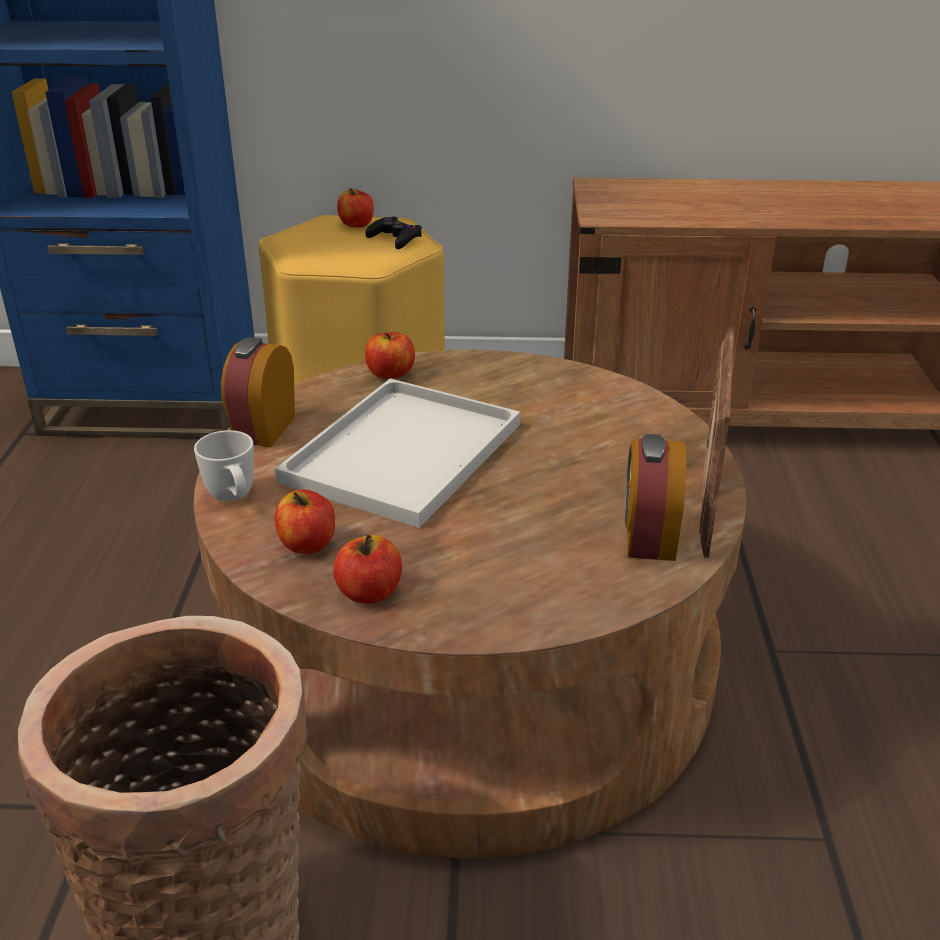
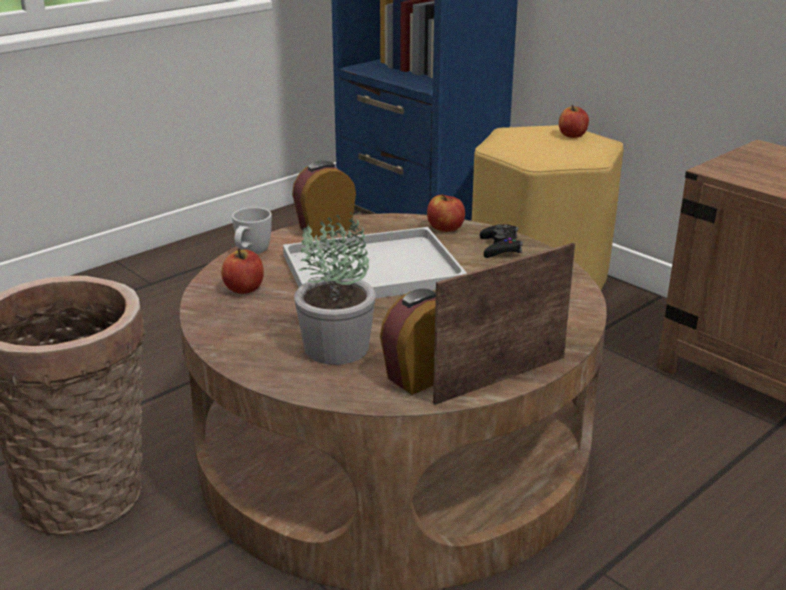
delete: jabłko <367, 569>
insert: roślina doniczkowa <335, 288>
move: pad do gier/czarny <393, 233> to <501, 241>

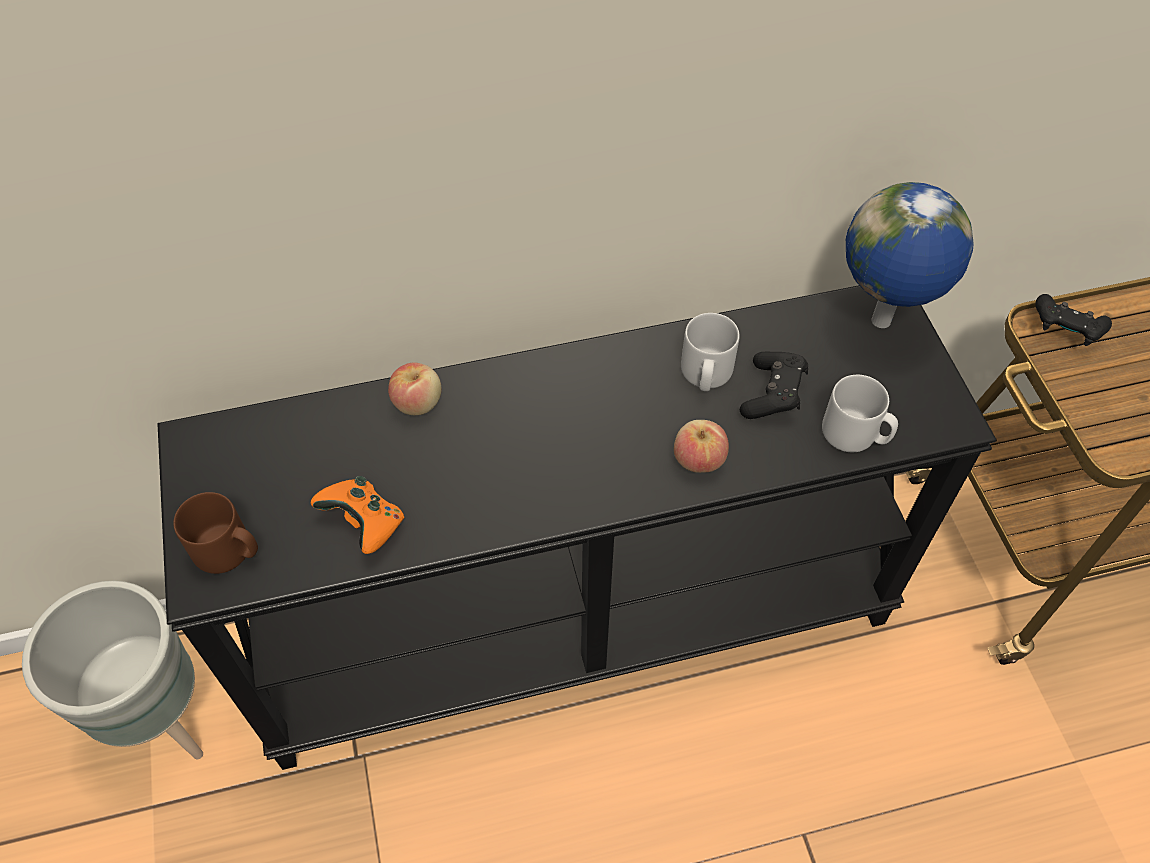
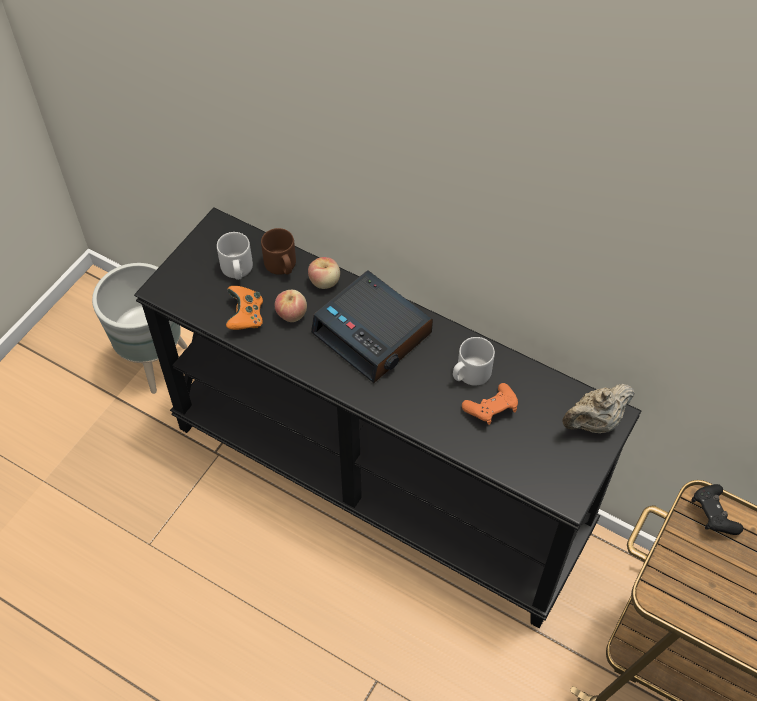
insert: budzik <372, 327>
move: kubek/brązowy <215, 533> to <278, 251>; jabłko <701, 446> to <291, 306>; kubek/szary <860, 413> to <235, 256>
replace: globus <910, 255> to imbryk/beżowy <598, 408>
recolor: pad do gier/czarny <774, 385> to pad do gier/pomarańczowy <490, 404>

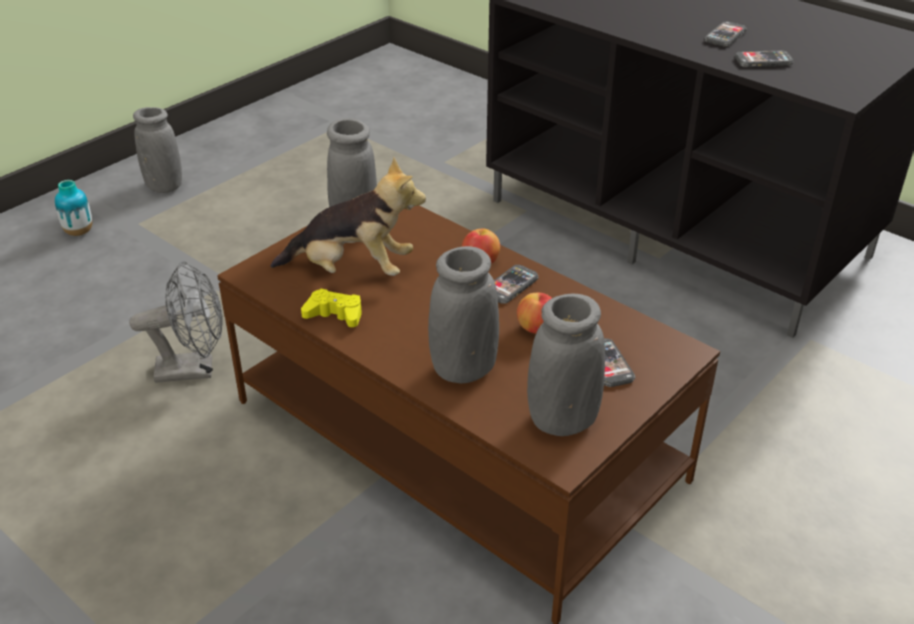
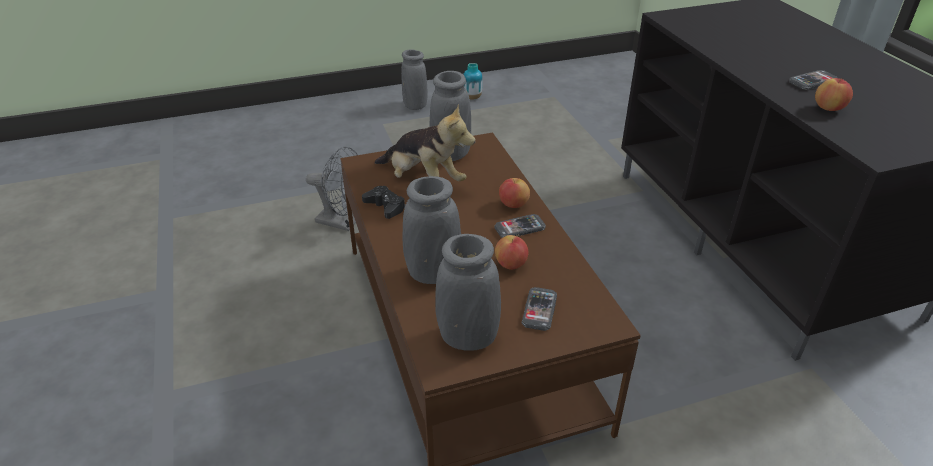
move: wazon <73, 208> to <473, 81>
replace: telefon <764, 58> to jabłko <834, 94>
recolor: pad do gier/żółty <331, 308> to pad do gier/czarny <383, 202>

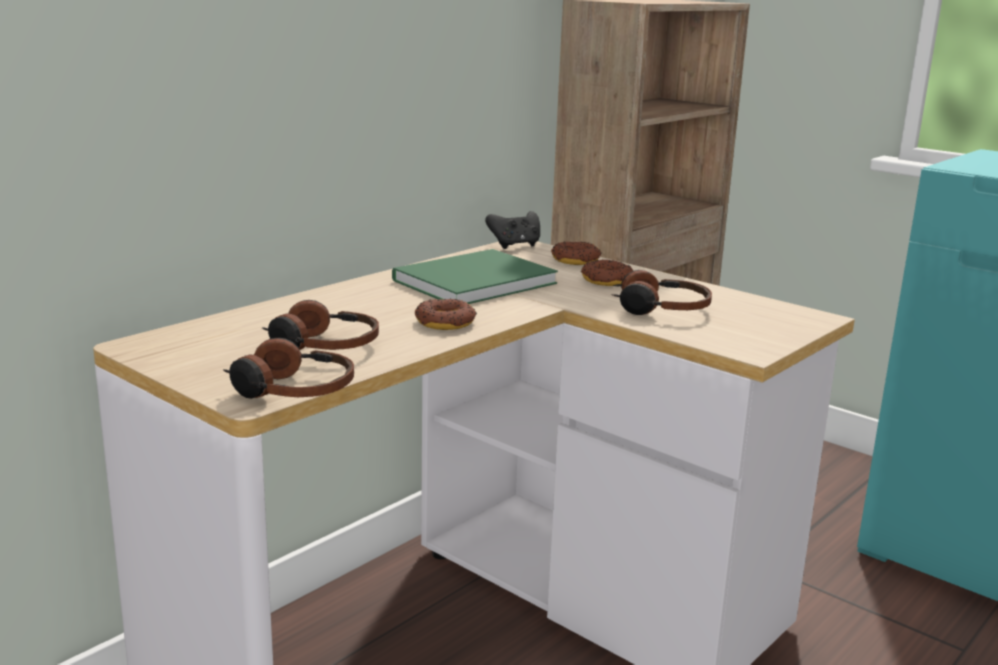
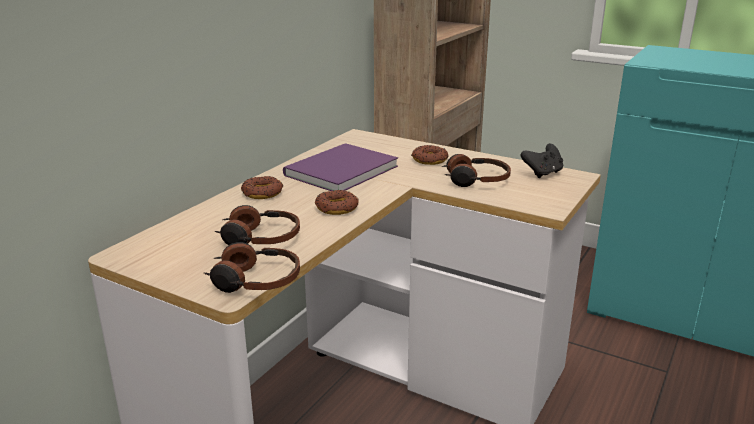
move: pad do gier/czarny <512, 230> to <542, 161>; donut <576, 253> to <262, 187>
recolor: książka/zielony <475, 276> to książka/fioletowy <340, 167>

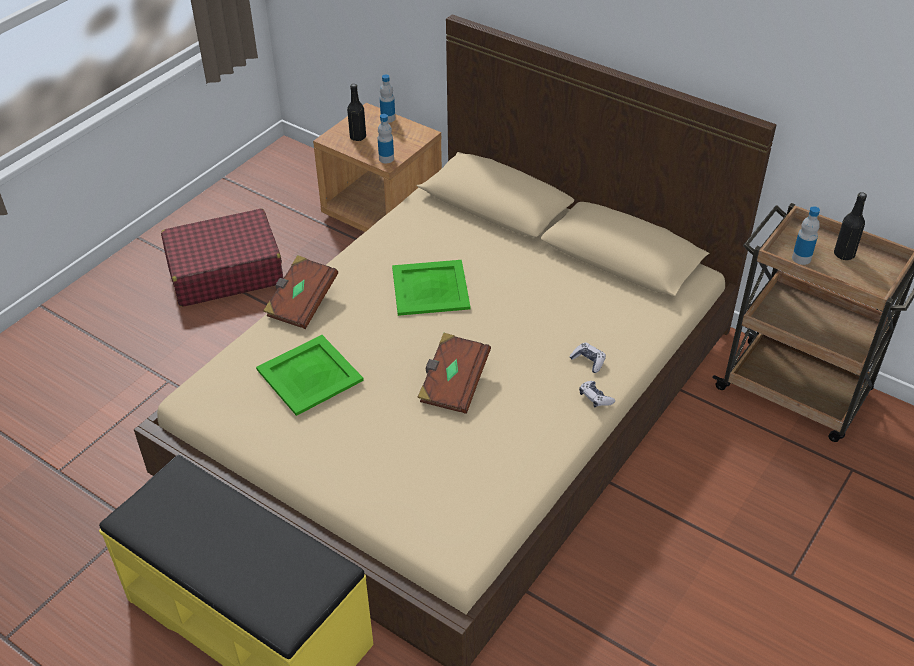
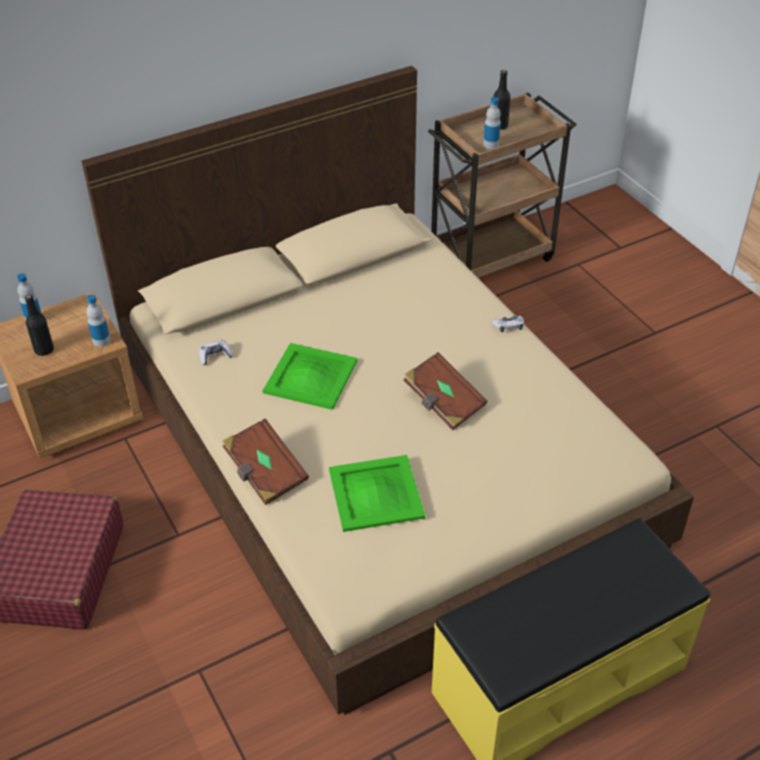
move: pad do gier <588, 357> to <216, 352>

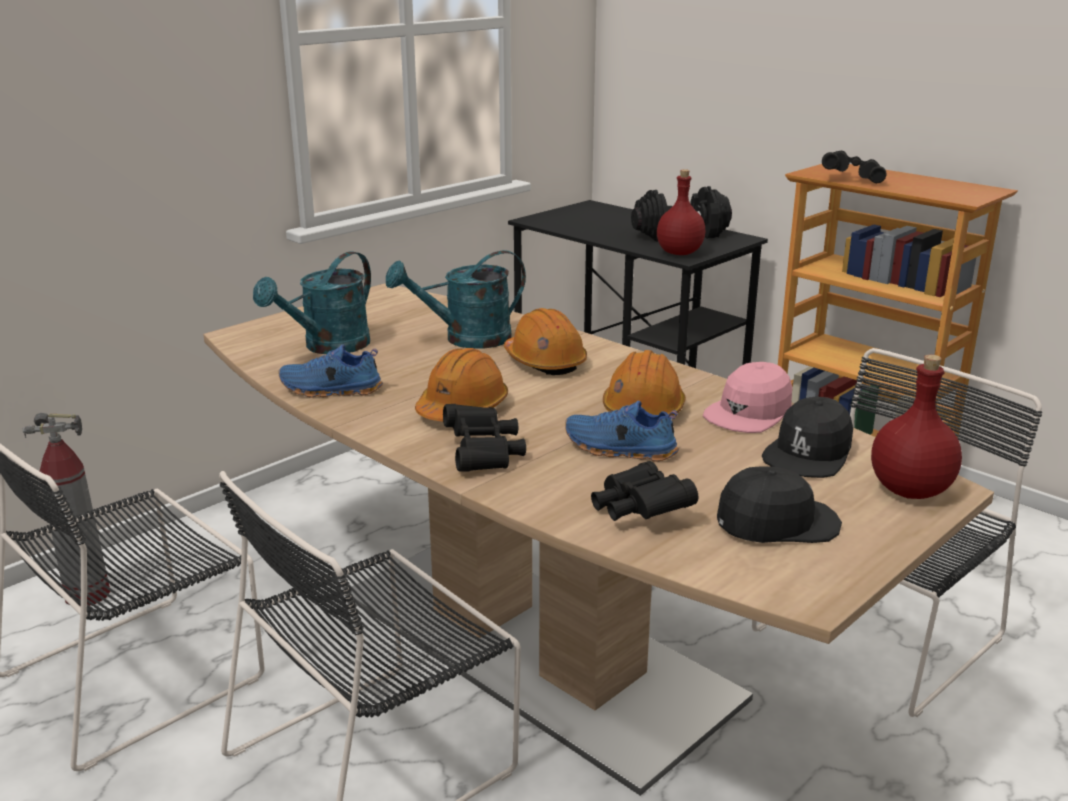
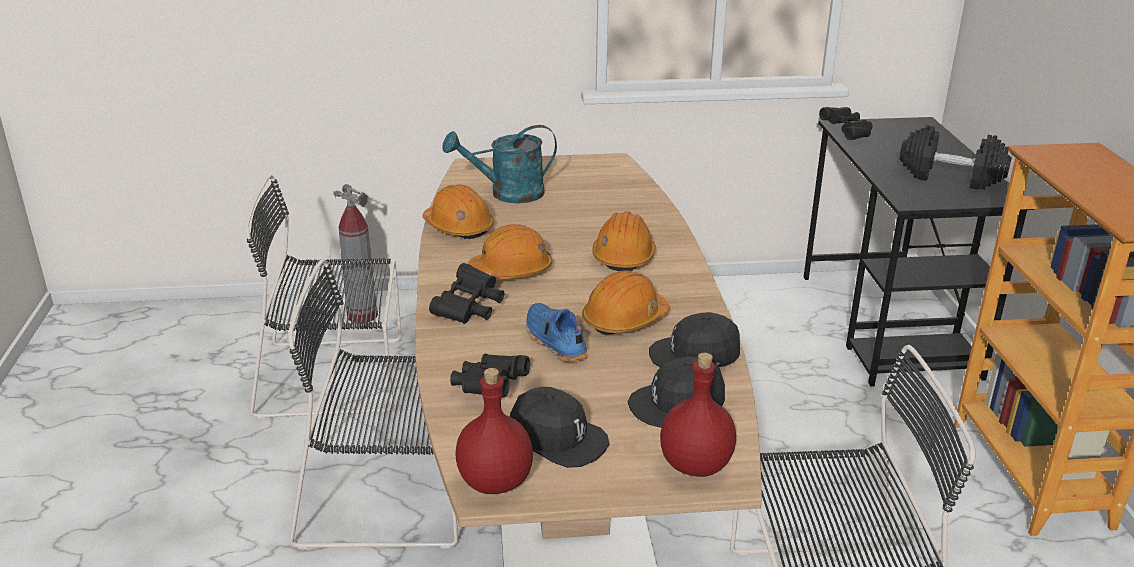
delete: konewka/turkusowy <456, 299>
move: butelka/czerwony <681, 212> to <494, 431>; lornetka/czarny <854, 167> to <846, 123>
replace: but/niebieski <331, 371> to kask/pomarańczowy <458, 211>
recolor: czapka z daszkiem/różowy <747, 397> to czapka z daszkiem/czarny <694, 340>

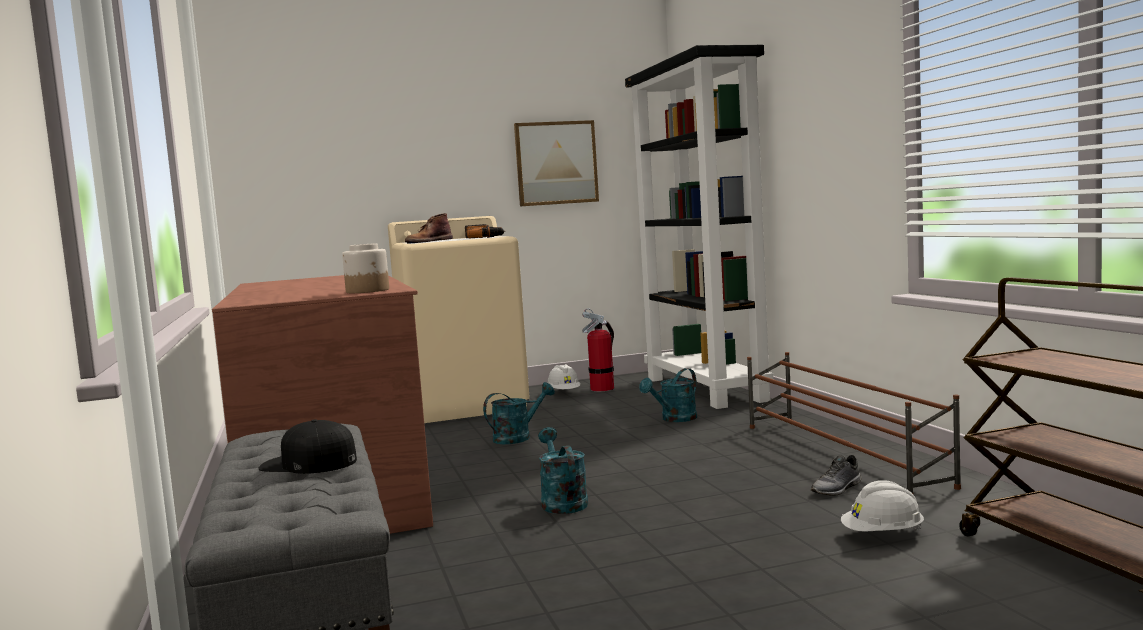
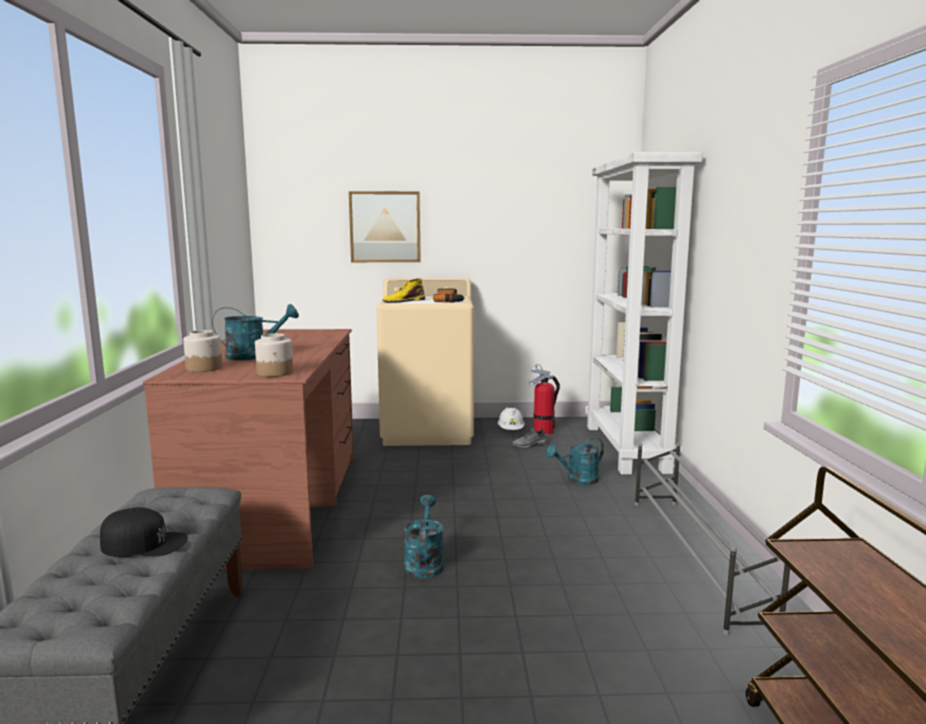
delete: kask/biały <882, 506>
insert: słoik <202, 351>
move: konewka/turkusowy <519, 413> to <255, 332>; obraz <556, 163> to <385, 226>; but/szary <836, 475> to <529, 438>
recolor: but z cholewką/brązowy <429, 228> to but z cholewką/żółty <404, 290>; regał/czarny <699, 227> to regał/biały <644, 313>; regał na buty/brązowy <854, 423> to regał na buty/szary <712, 539>
rotate: czapka z daszkiem/czarny <307, 446> = <144, 532> 150 degrees clockwise

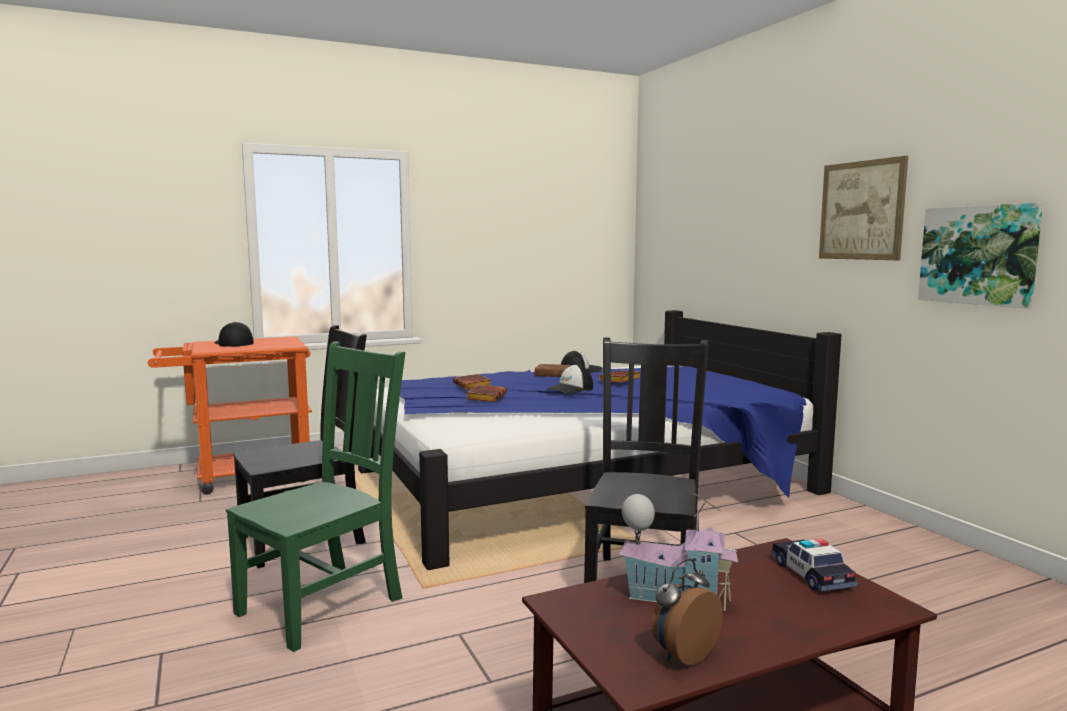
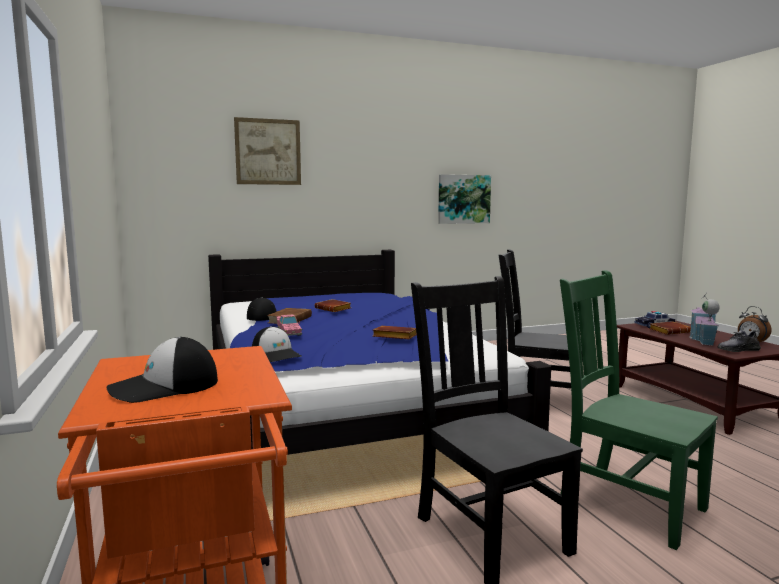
insert: samochodzik/różowy <289, 325>; but/szary <739, 341>
move: książka/brązowy <472, 382> to <670, 328>; czapka z daszkiem <569, 379> to <277, 344>; obraz <863, 208> to <267, 151>

